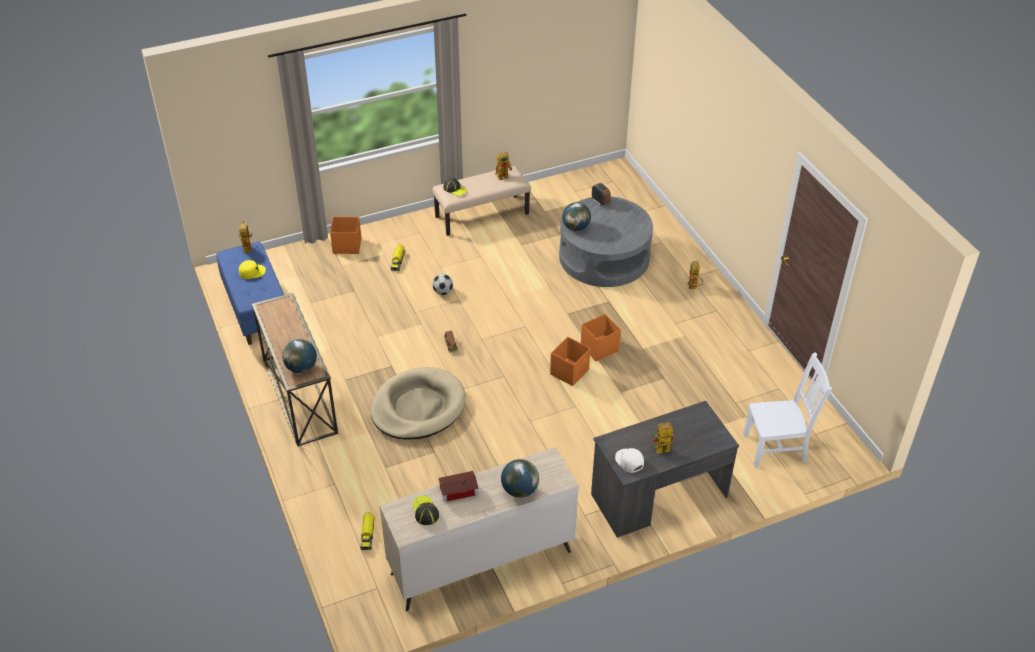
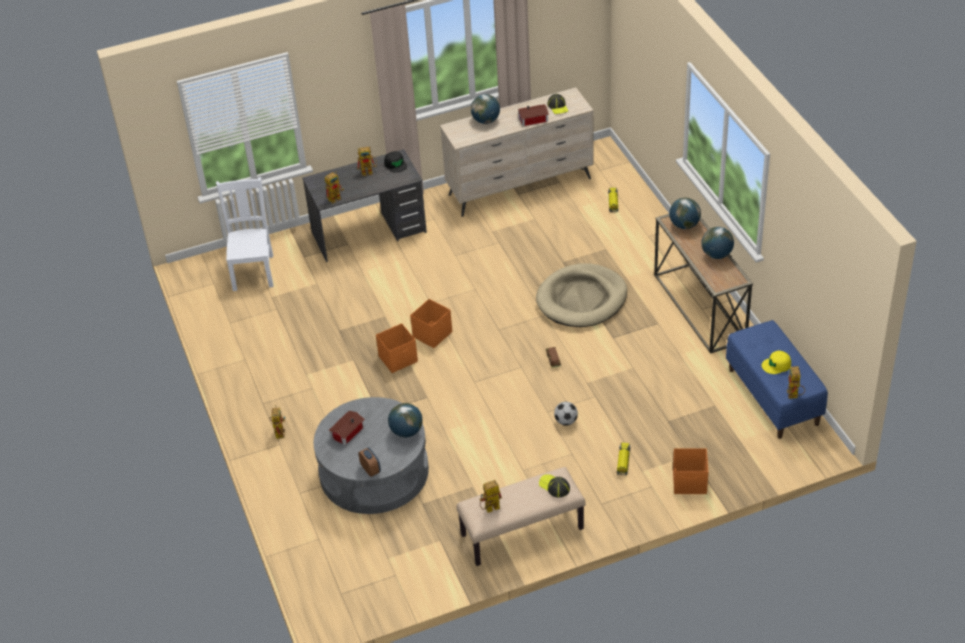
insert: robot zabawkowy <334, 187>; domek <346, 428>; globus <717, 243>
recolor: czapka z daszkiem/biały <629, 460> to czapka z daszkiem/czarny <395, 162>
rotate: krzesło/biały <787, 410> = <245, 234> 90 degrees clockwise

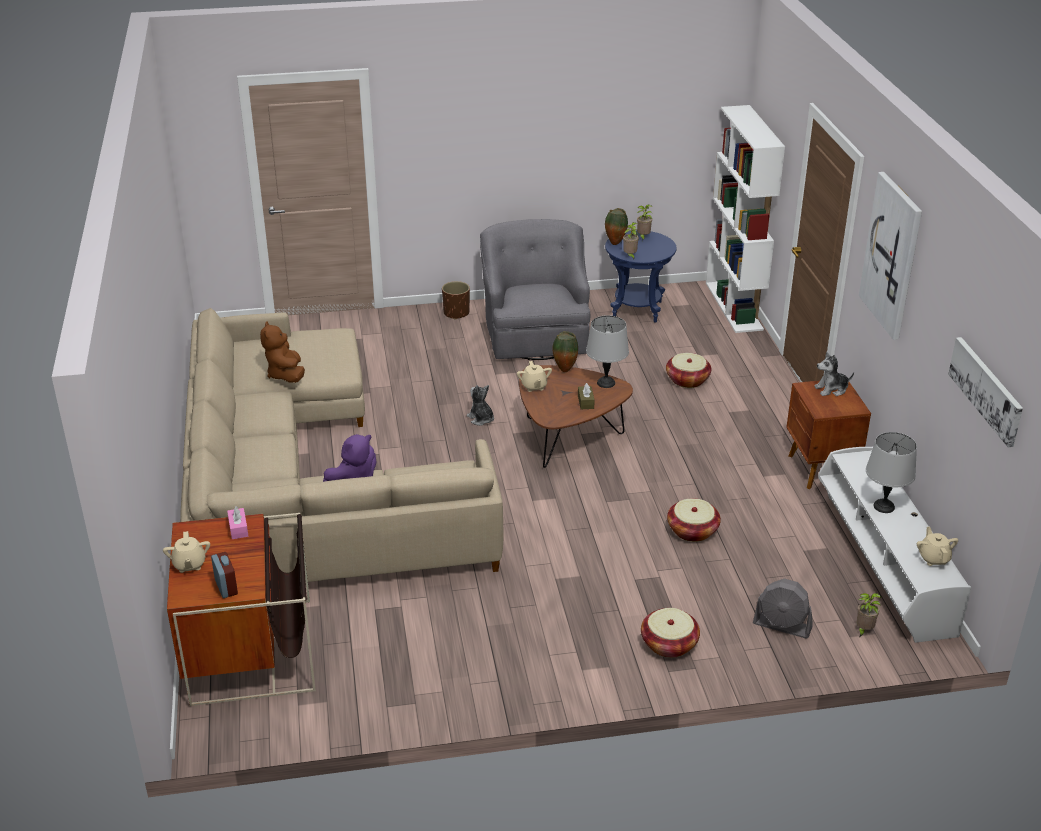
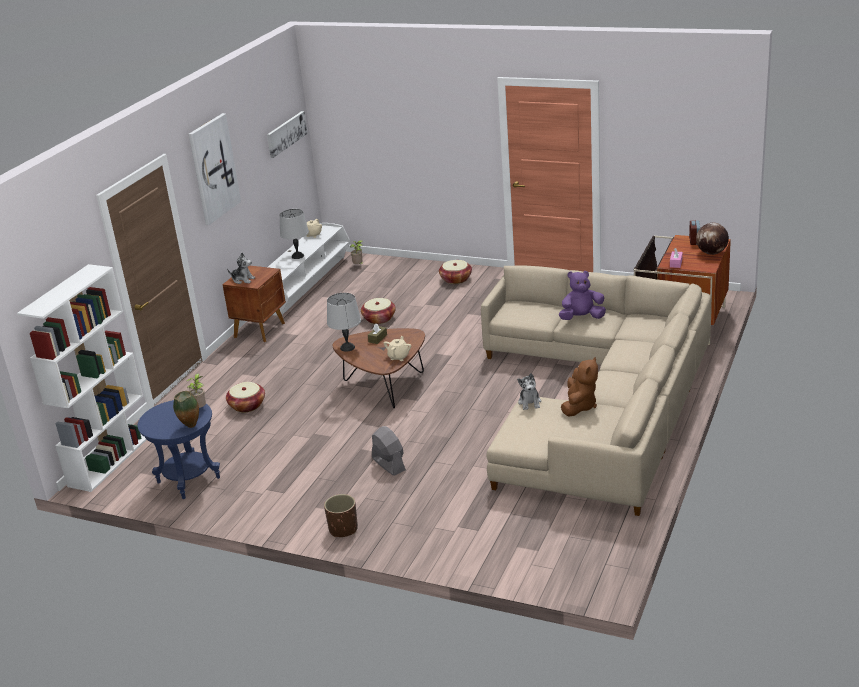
delete: fotel/szary <535, 289>; wazon <565, 351>; roślina doniczkowa <645, 223>
move: pluszak <480, 405> to <529, 391>; wentylator/szary <783, 608> to <389, 451>
replace: imbryk/beżowy <186, 552> to globus <712, 239>

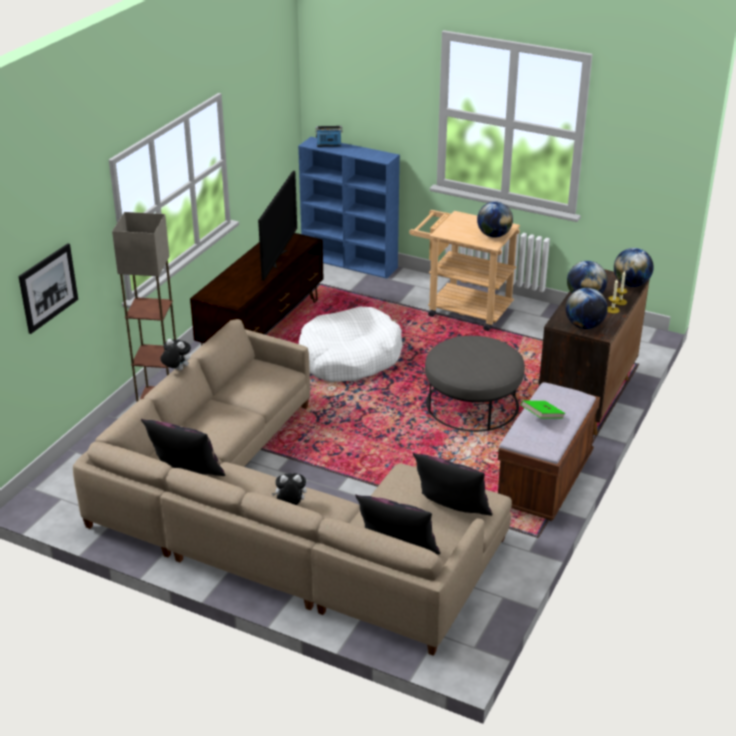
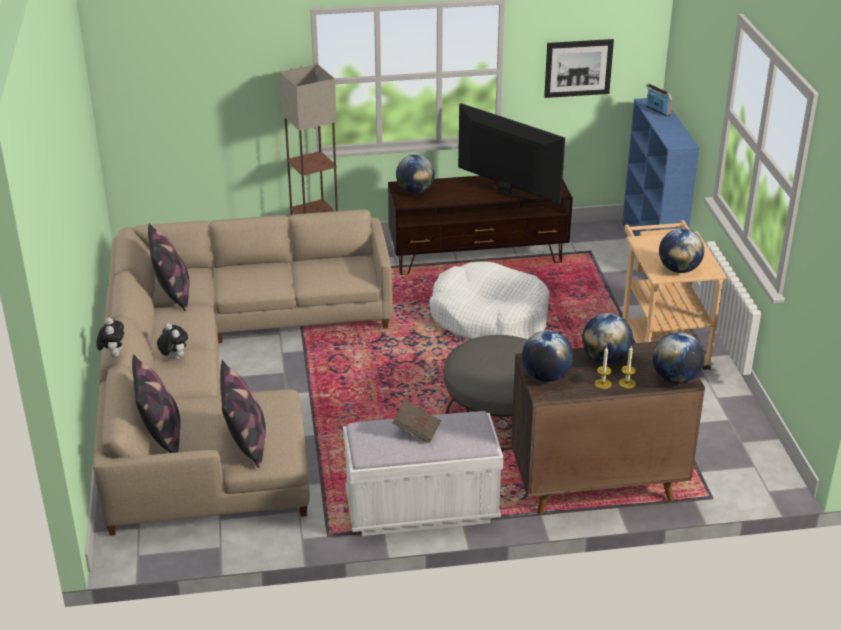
insert: globus <415, 174>
move: obraz <48, 288> to <579, 68>; pluszak <175, 355> to <110, 337>
recolor: ławka/brązowy <549, 451> to ławka/biały <423, 473>; książka/zielony <543, 409> to książka/brązowy <417, 422>
rotate: telewizor <277, 226> = <511, 153> 120 degrees counterclockwise

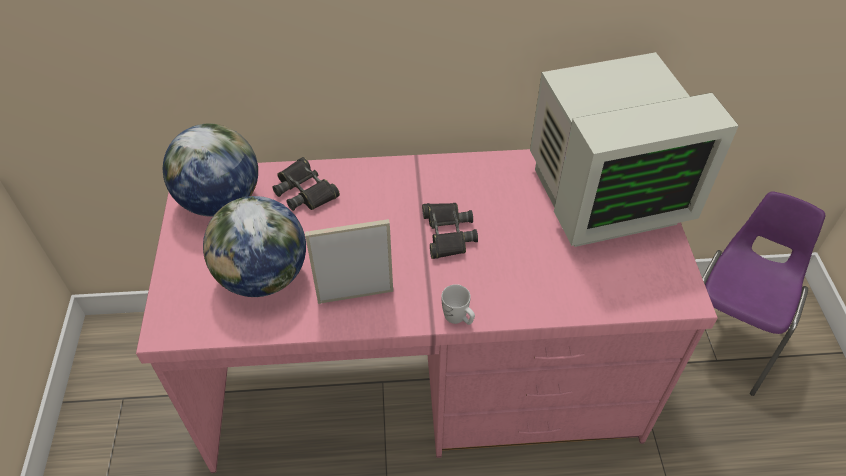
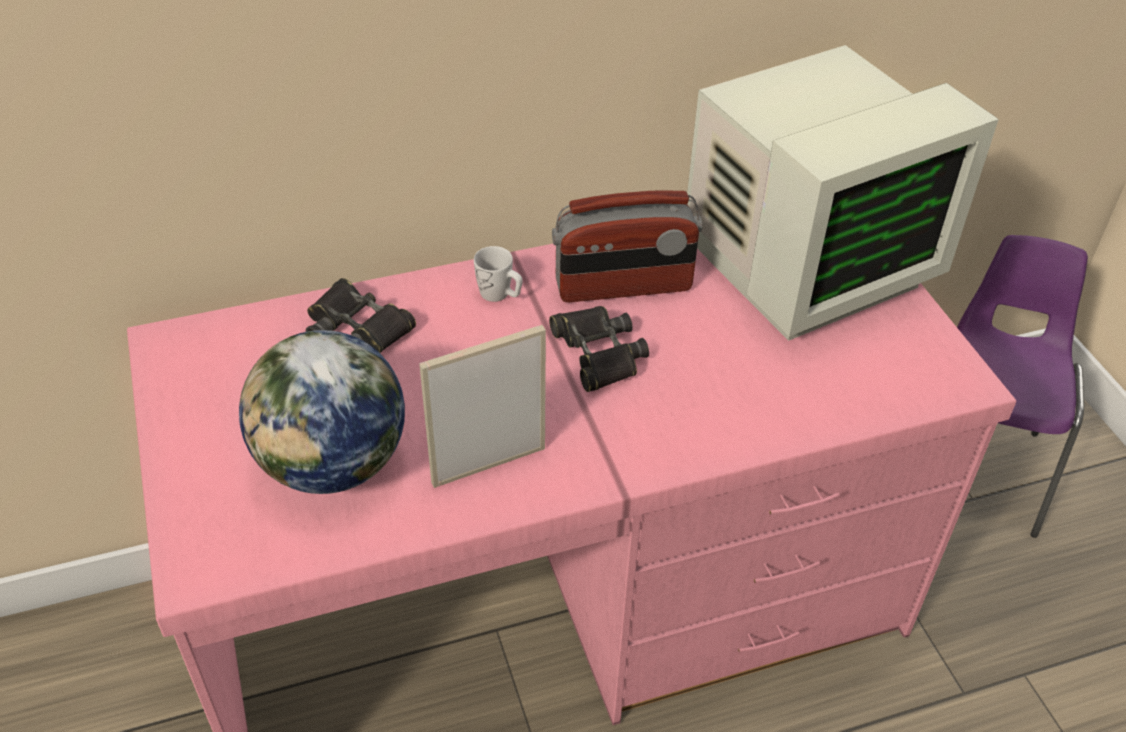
delete: globus <210, 170>
insert: radio <627, 246>
move: kubek/biały <458, 304> to <498, 274>

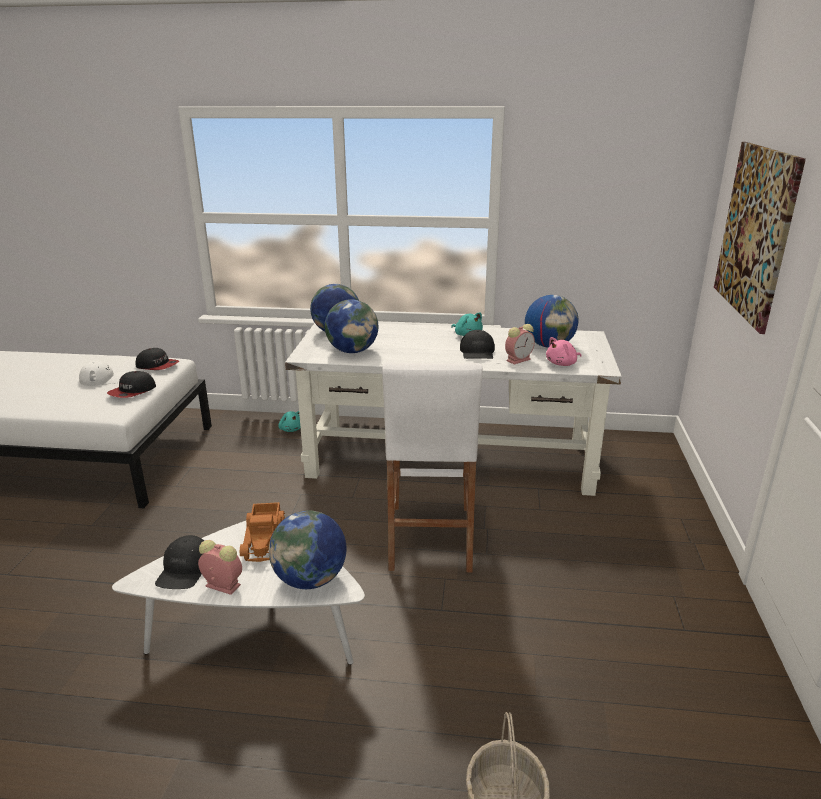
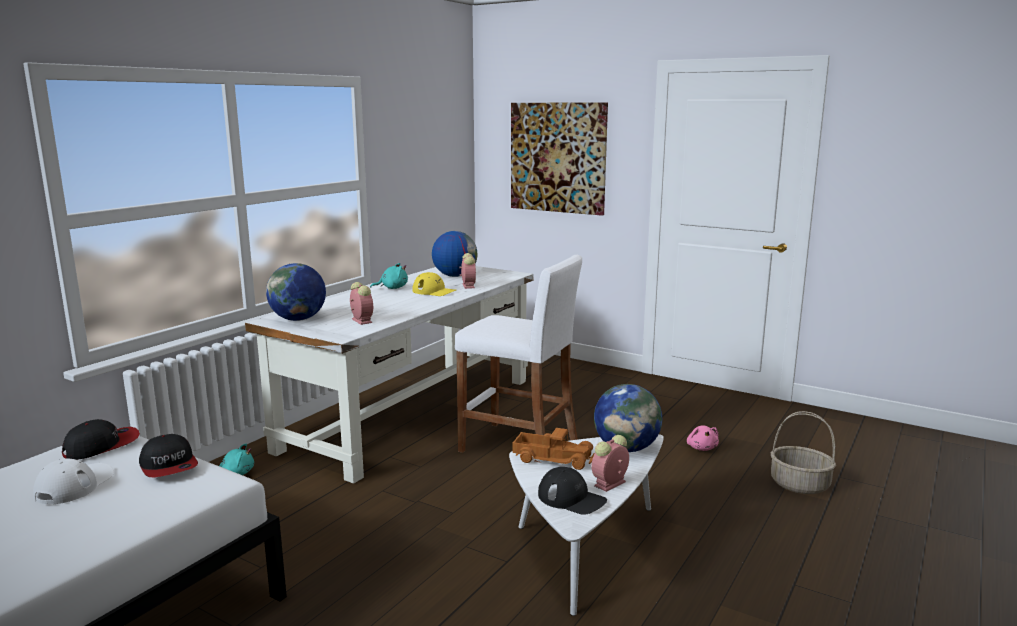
move: pluszak/różowy <564, 351> to <703, 438>
replace: globus <351, 326> to budzik <361, 303>
recolor: czapka z daszkiem/czarny <477, 344> to czapka z daszkiem/żółty <434, 284>

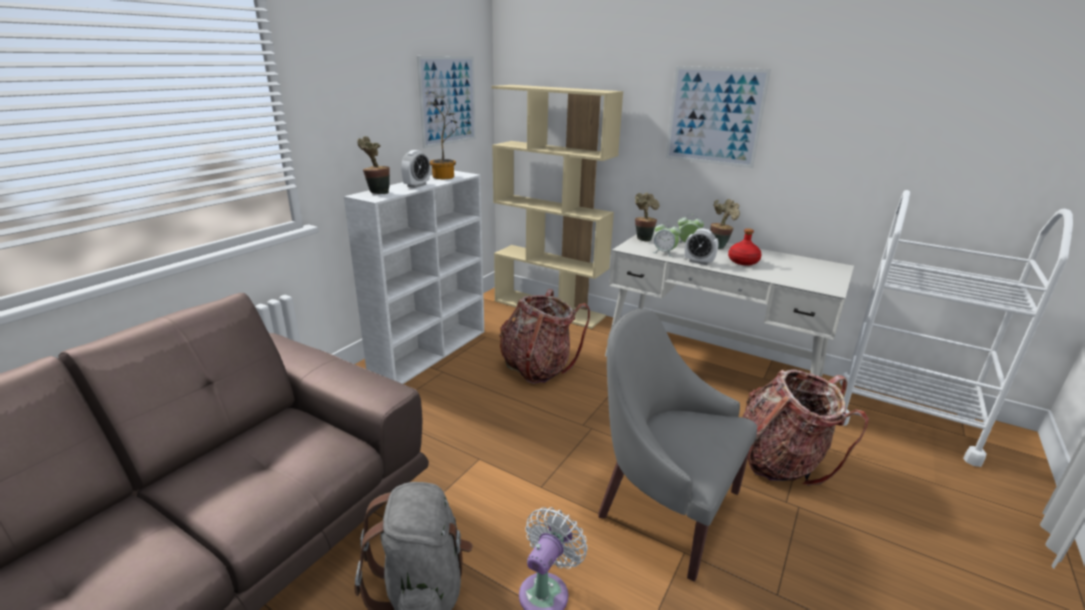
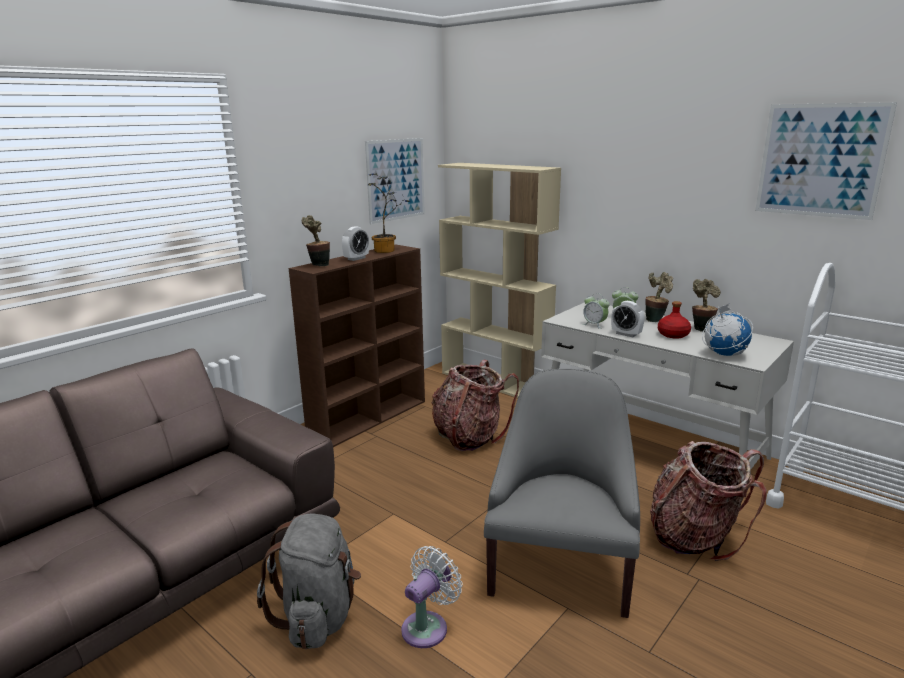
insert: globus <727, 330>
move: roślina doniczkowa <647, 217> to <706, 305>; obraz <718, 117> to <826, 161>
recolor: regał/biały <414, 277> to regał/brązowy <357, 345>
rotate: fotel/szary <677, 445> = <562, 493> 60 degrees clockwise

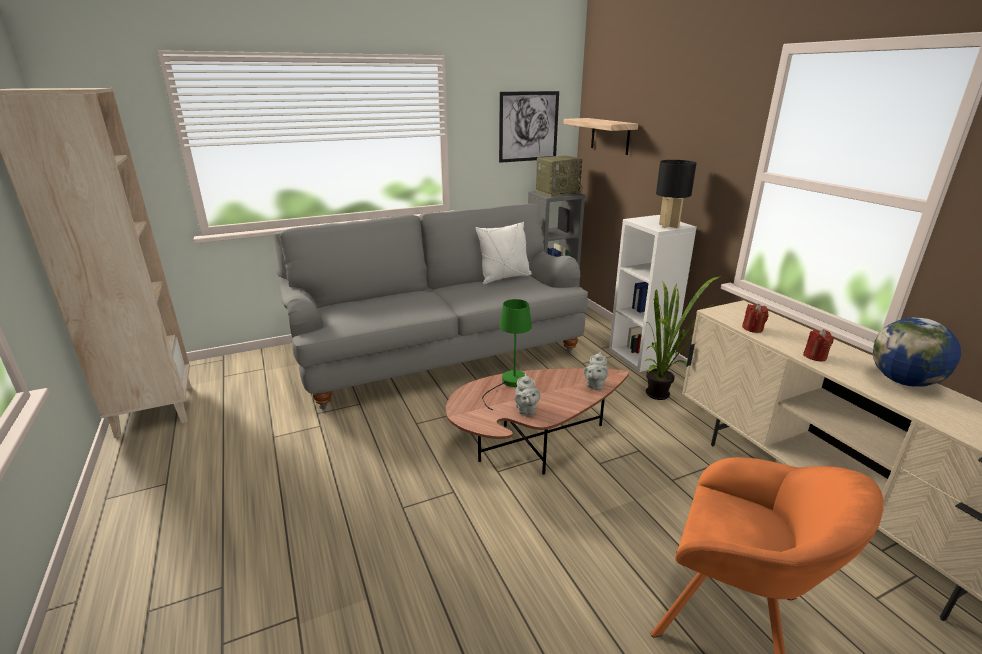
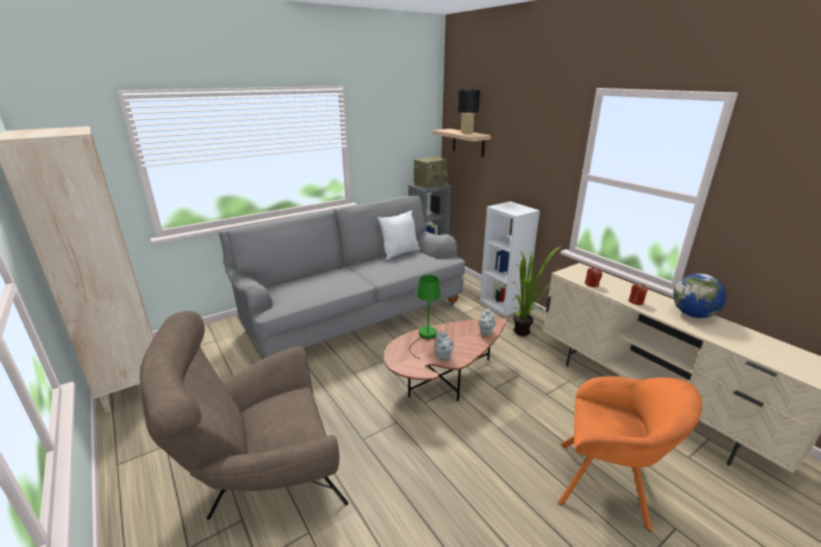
delete: obraz <529, 127>
insert: fotel/brązowy <244, 415>
move: lampa stołowa/czarny <676, 194> to <468, 111>

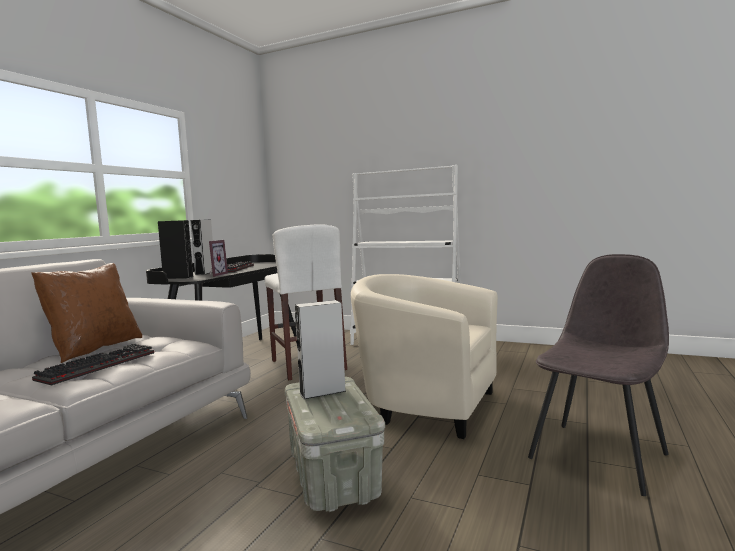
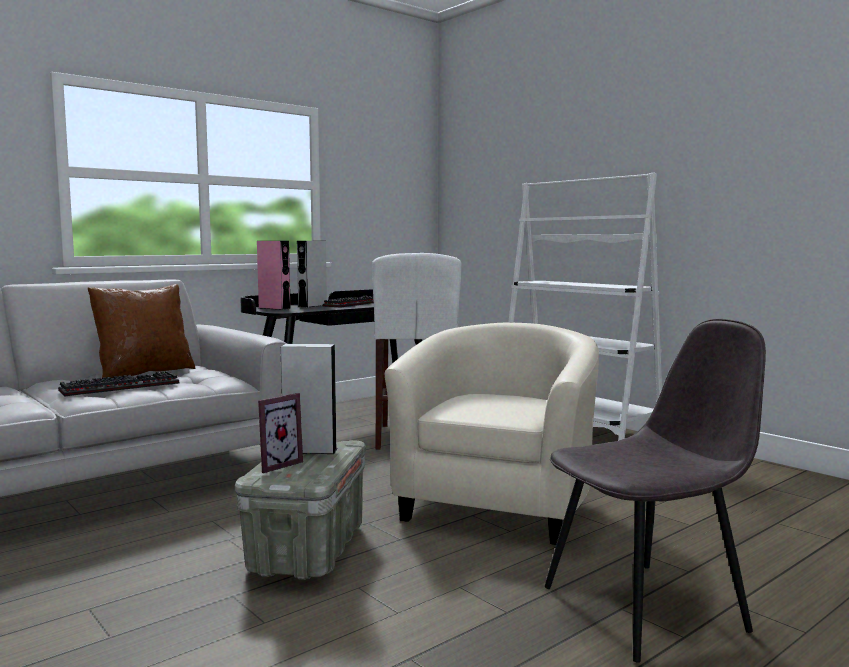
move: ramka na zdjęcie <218, 258> to <280, 433>
recolor: głośnik/czarny <175, 249> to głośnik/różowy <274, 275>
rotate: fotel/beżowy <424, 356> = <491, 434> 60 degrees clockwise

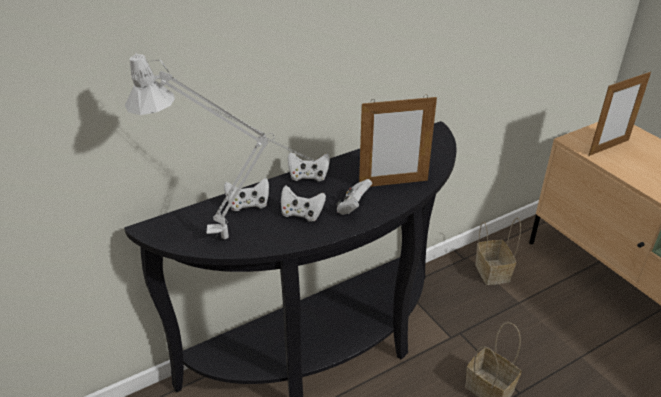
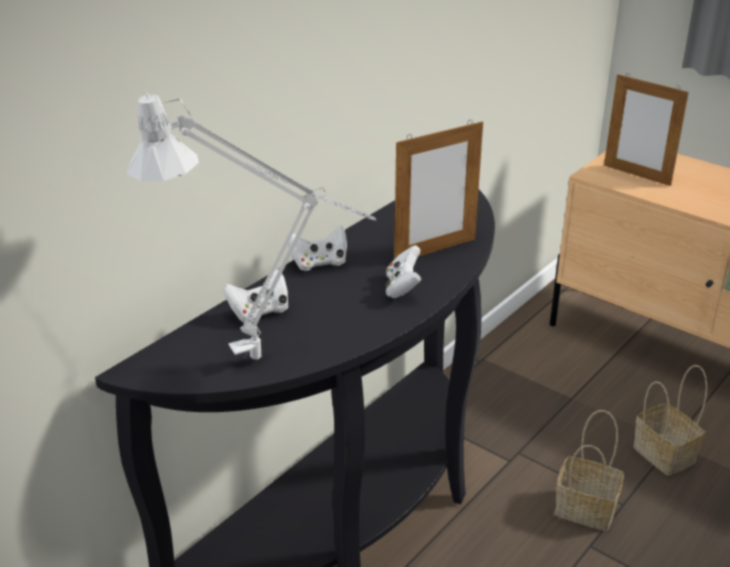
delete: pad do gier/biały <303, 204>
move: koszyk <498, 251> to <670, 420>
rotate: ramka na zdjęcie <620, 113> = <646, 129> 90 degrees clockwise

